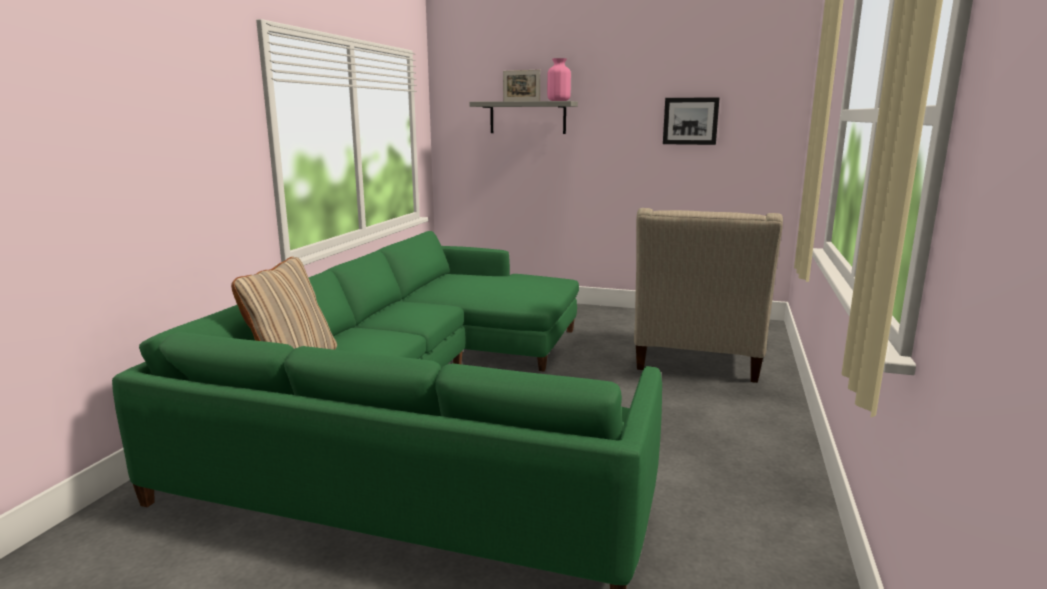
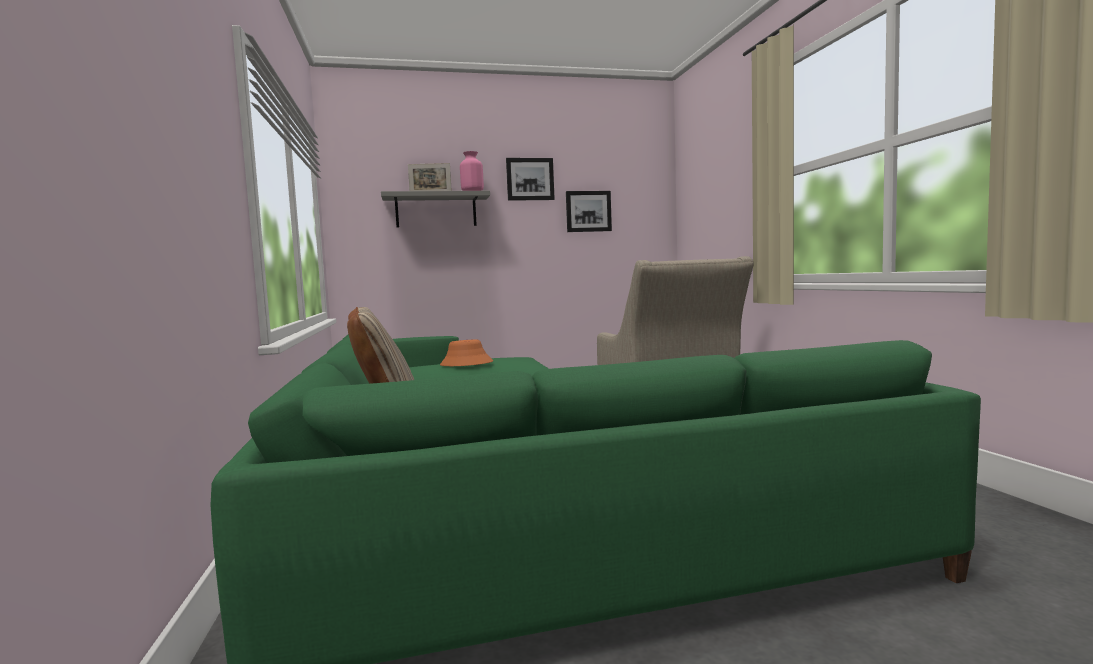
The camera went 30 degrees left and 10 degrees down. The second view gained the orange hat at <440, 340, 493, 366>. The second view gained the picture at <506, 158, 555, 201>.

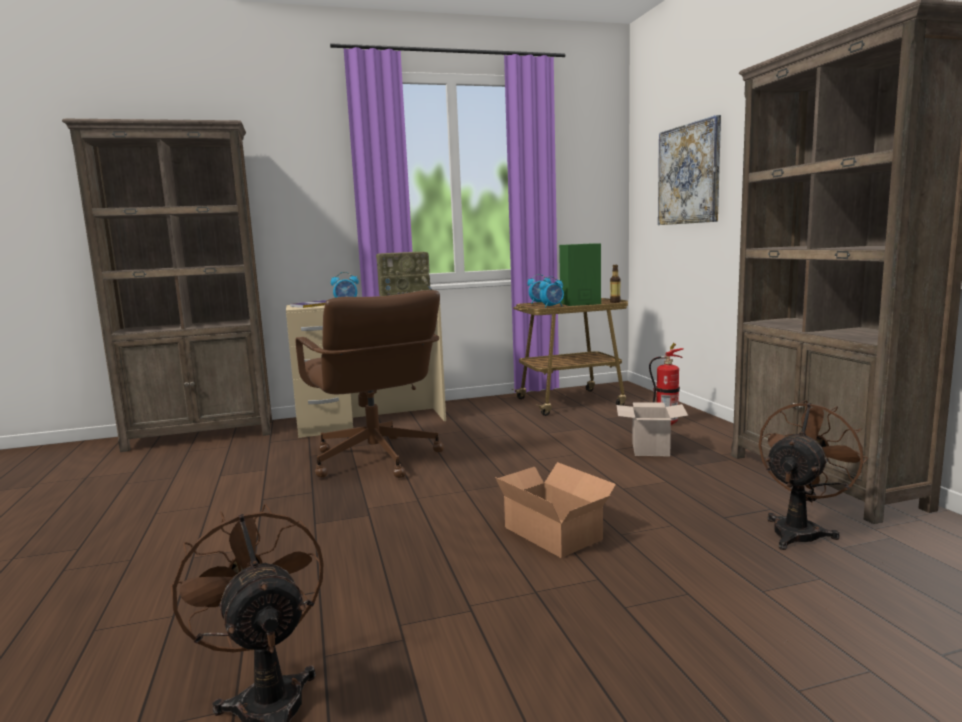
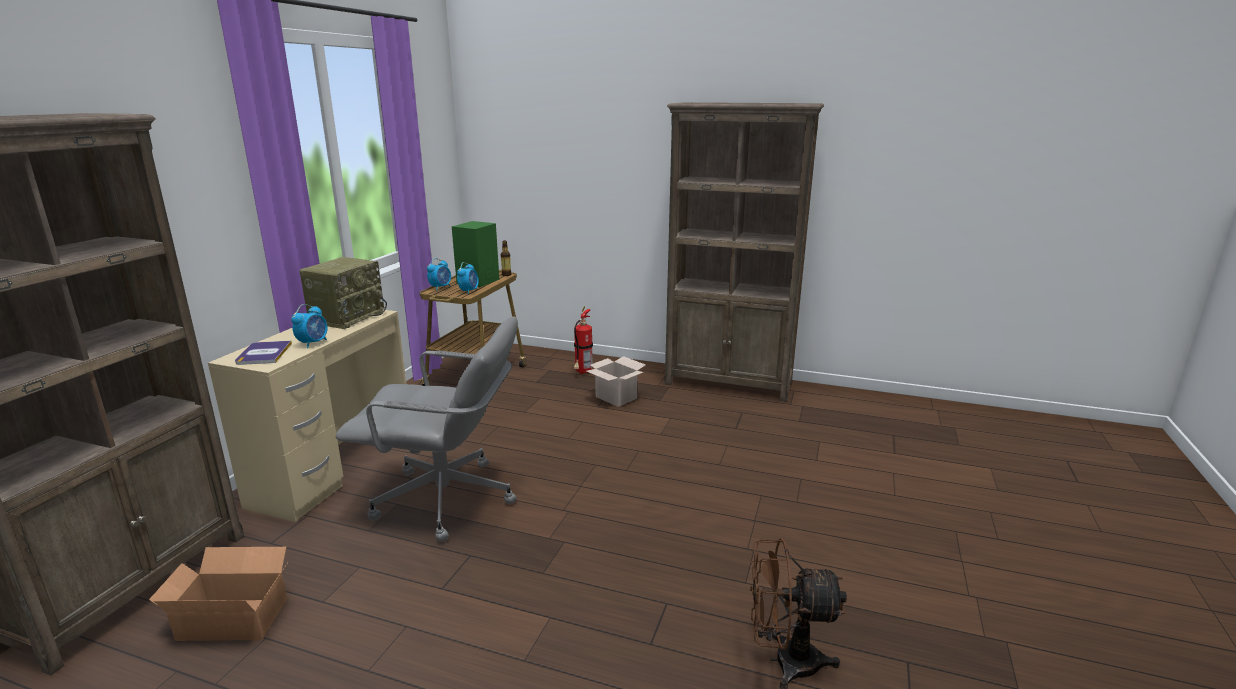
The camera went 55 degrees left and 10 degrees up. What was the brown office chair at <296, 290, 444, 478> turned into the grey office chair at <336, 317, 518, 541>. The cardboard box ended up elsewhere, having gone from <495, 462, 616, 558> to <149, 547, 289, 641>. The second view lost the picture at <658, 115, 721, 225>. The second view lost the brown fan at <759, 400, 869, 550>.

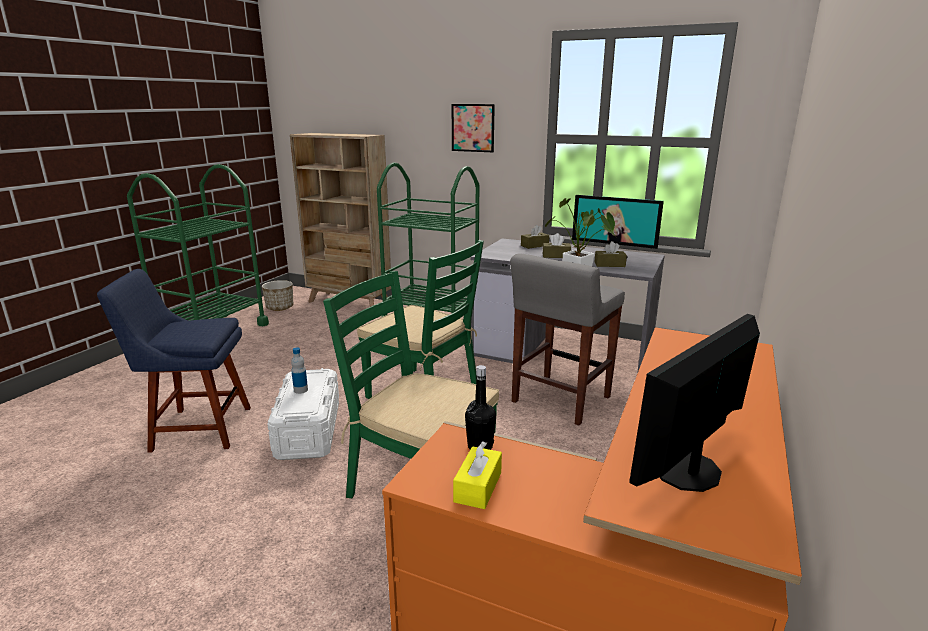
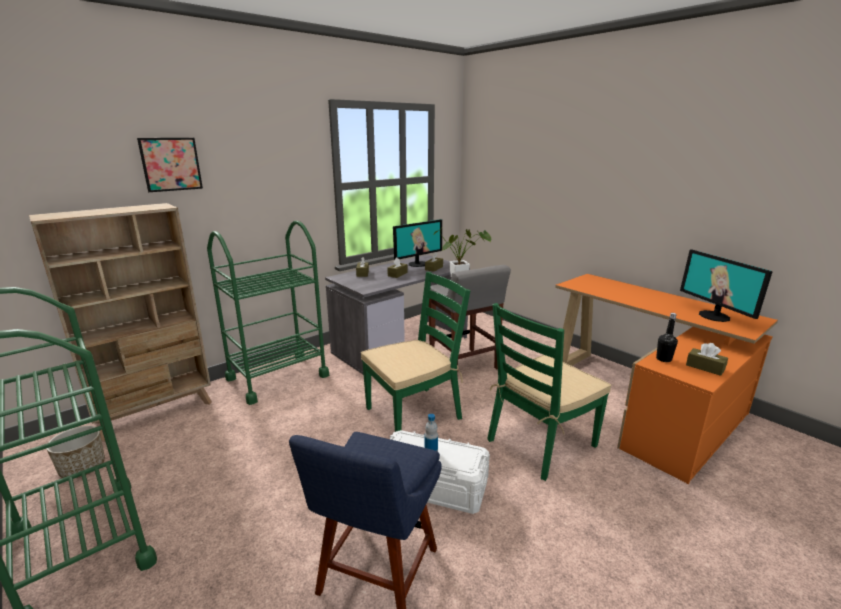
The camera went 65 degrees left and 0 degrees up. The picture ended up elsewhere, having gone from <452, 104, 495, 152> to <137, 138, 203, 192>. What was the yellow tissue box at <453, 441, 502, 509> turned into the brown tissue box at <686, 343, 728, 376>.

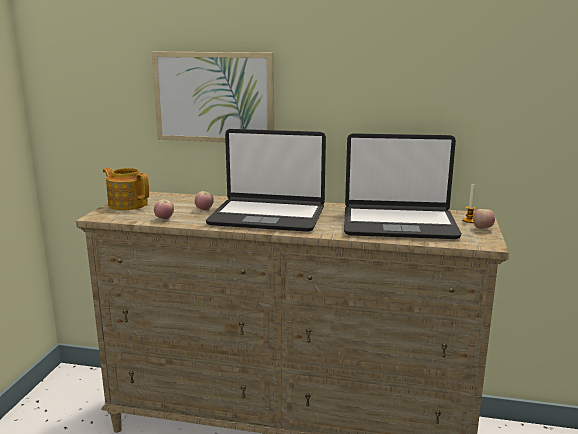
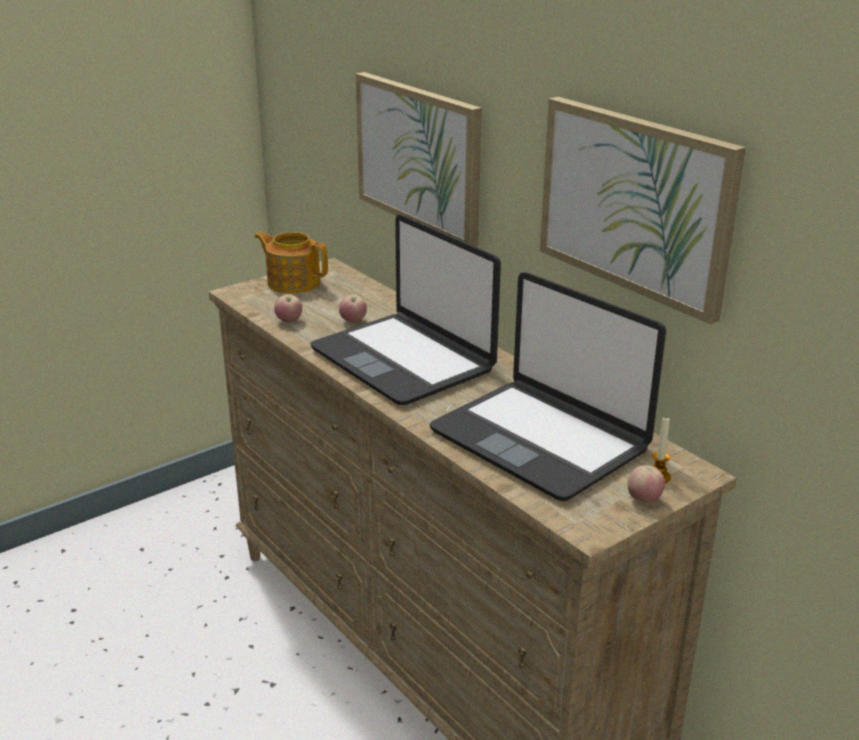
The camera went 40 degrees right and 10 degrees up. The teapot at <103, 168, 149, 210> ended up facing another way, 45 degrees counterclockwise from before. The second view gained the picture at <540, 97, 746, 324>.

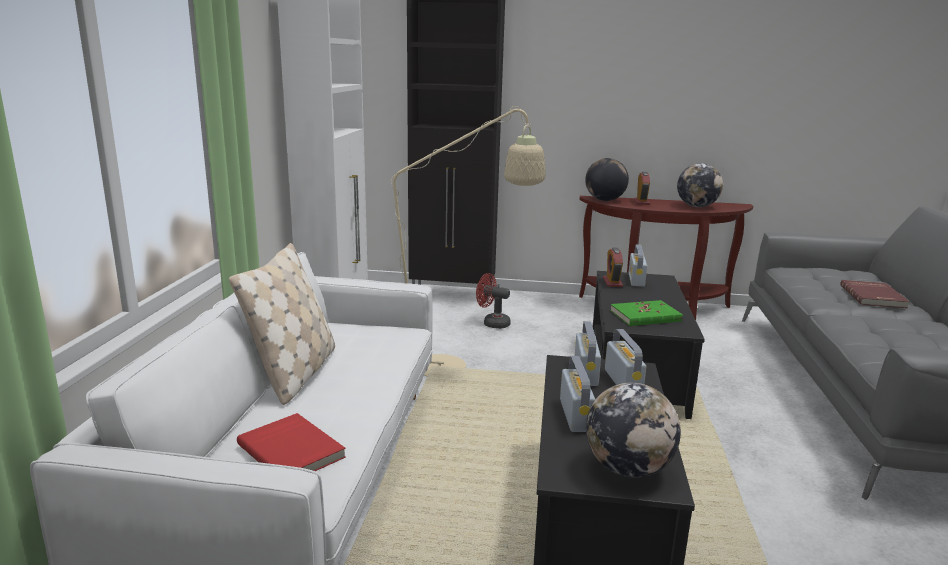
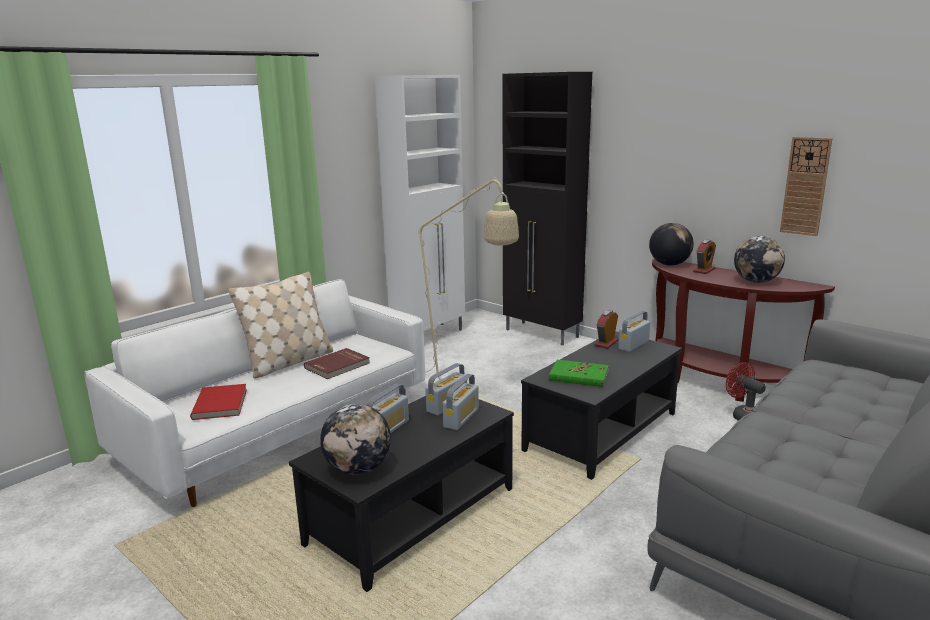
The camera went 35 degrees right and 0 degrees up. The red fan ended up elsewhere, having gone from <476, 273, 511, 329> to <726, 362, 766, 421>. The red book ended up elsewhere, having gone from <840, 280, 910, 308> to <304, 348, 370, 379>. The second view gained the wall clock at <780, 137, 832, 236>.

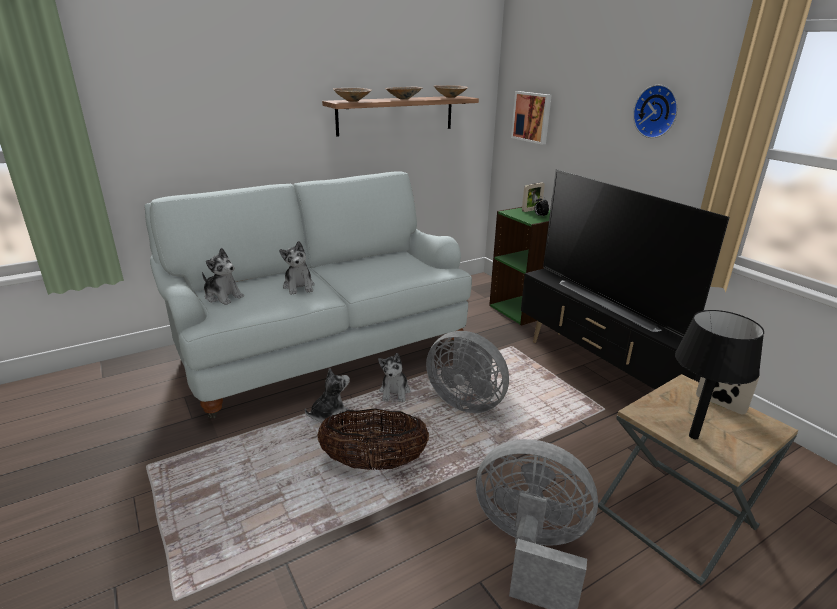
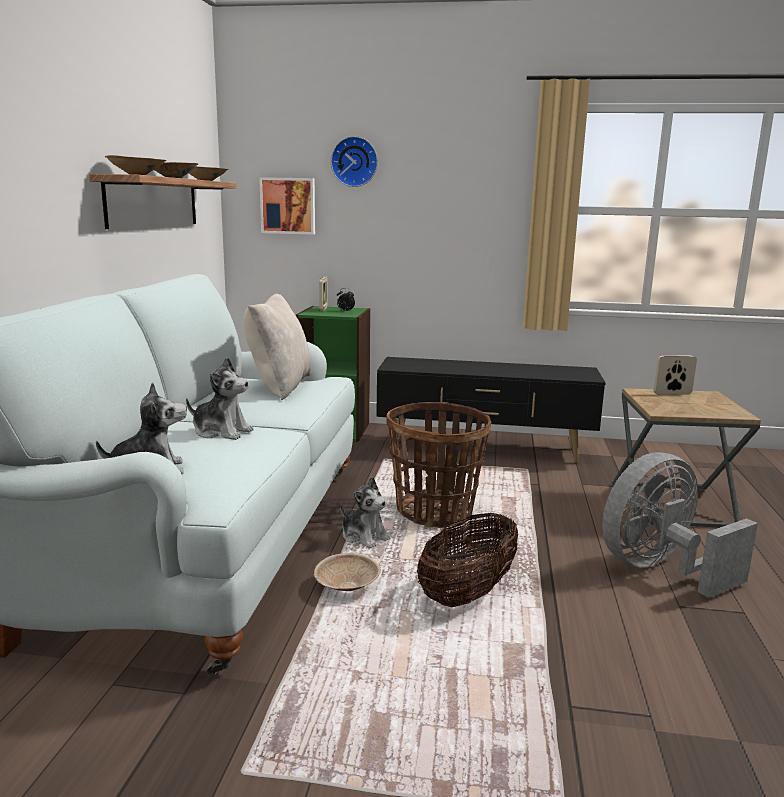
The camera went 50 degrees left and 10 degrees down. Where the plush toy stood at <305, 368, 350, 423>, the beige bowl came to stand at <314, 553, 381, 591>. Where the grey fan stood at <426, 331, 509, 413>, the basket came to stand at <386, 402, 492, 528>. The second view lost the television at <543, 169, 730, 337>. The wall clock ended up elsewhere, having gone from <633, 85, 678, 138> to <331, 136, 378, 187>. The second view lost the black table lamp at <675, 310, 764, 439>. The second view gained the beige pillow at <243, 294, 311, 400>.

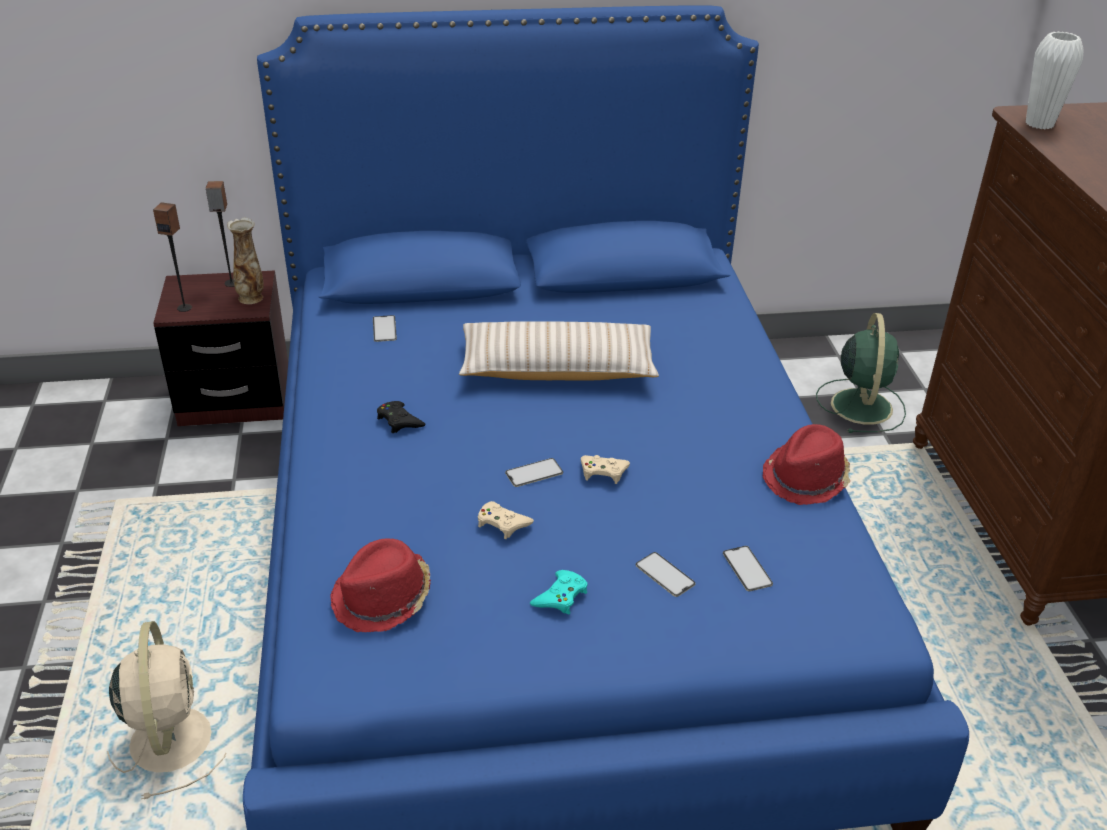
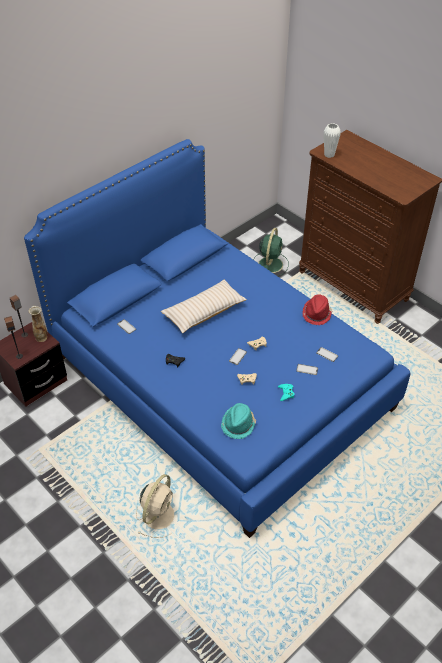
The camera went 35 degrees left and 10 degrees up. The beige fan at <107, 621, 226, 799> ended up facing another way, 75 degrees clockwise from before. What was the red hat at <330, 538, 431, 632> turned into the turquoise hat at <221, 403, 256, 439>. The green fan at <816, 313, 906, 433> ended up facing another way, 45 degrees clockwise from before.

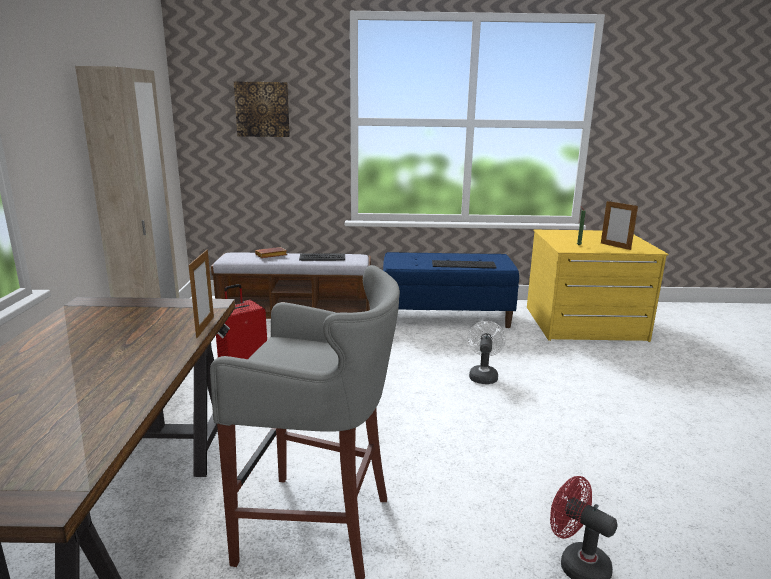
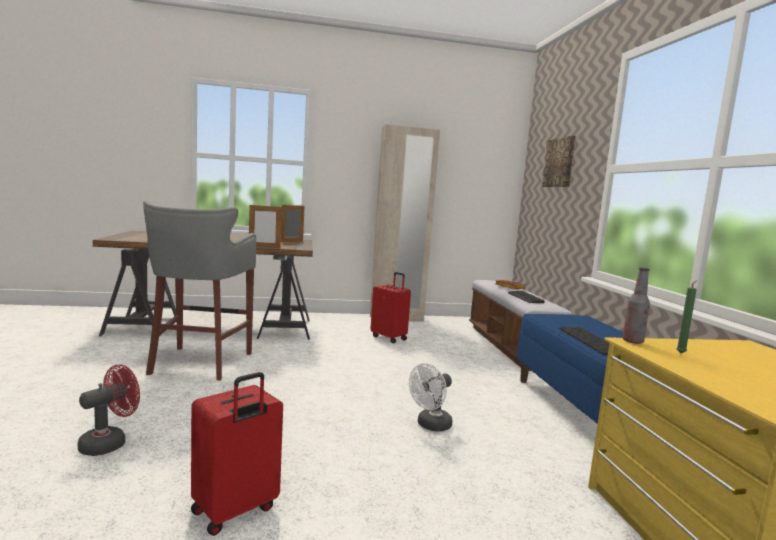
The camera went 80 degrees right and 10 degrees down. The white fan at <468, 321, 506, 384> ended up facing another way, 135 degrees clockwise from before. The picture frame ended up elsewhere, having gone from <601, 201, 638, 250> to <281, 204, 305, 242>. The second view gained the red suitcase at <191, 372, 283, 536>. The second view gained the bottle at <623, 267, 650, 344>.

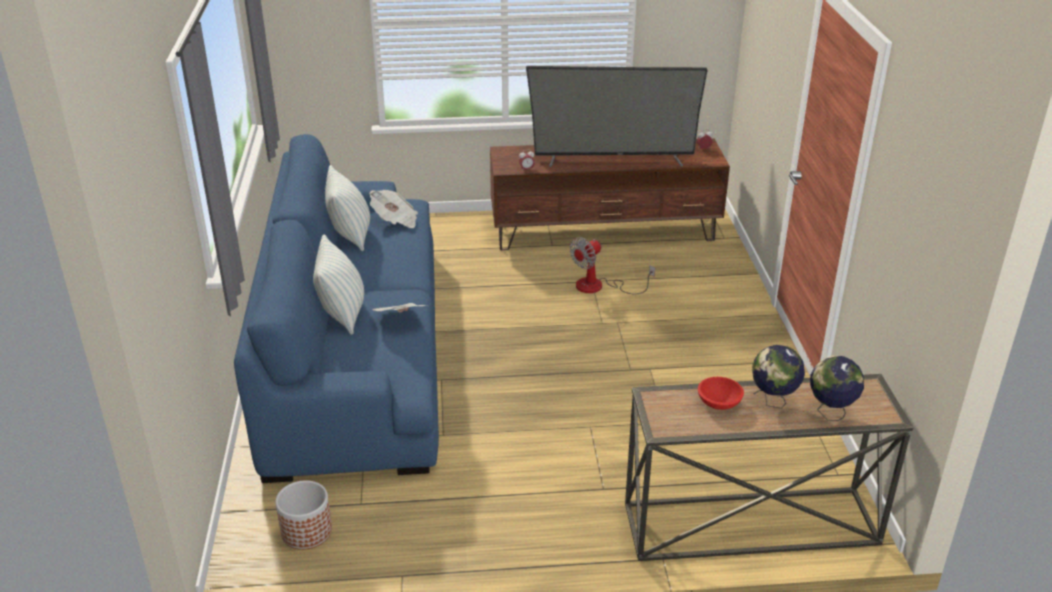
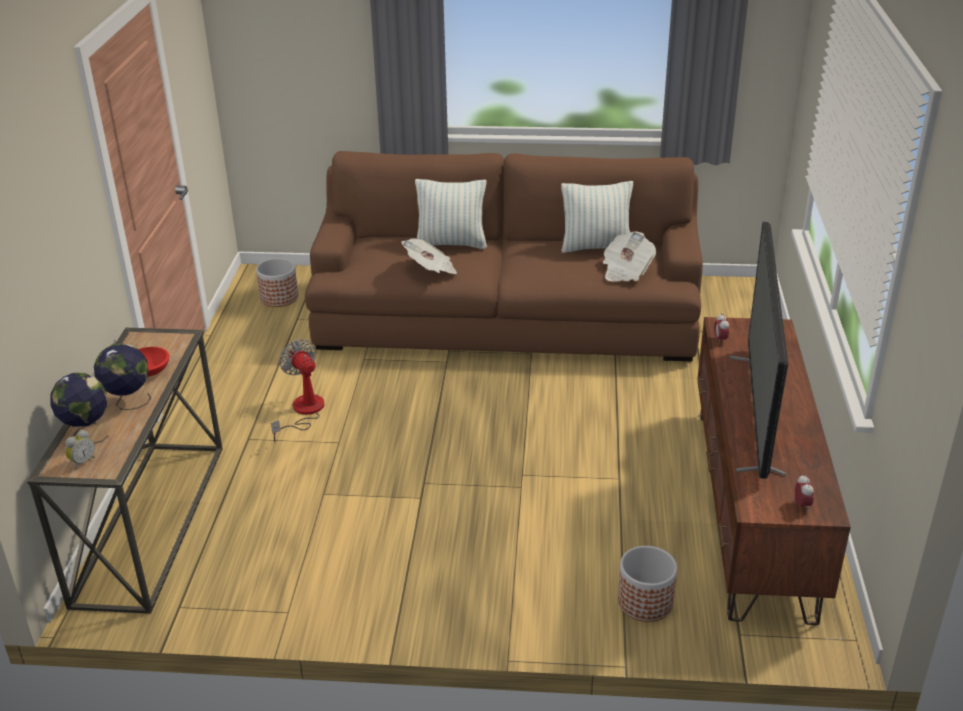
The camera went 100 degrees right and 0 degrees up. What was the blue sofa at <234, 134, 439, 483> turned into the brown sofa at <305, 151, 703, 362>. The fan ended up elsewhere, having gone from <570, 237, 655, 294> to <271, 339, 324, 442>. The second view gained the alarm clock at <65, 430, 95, 469>. The second view gained the planter at <618, 546, 677, 622>.

